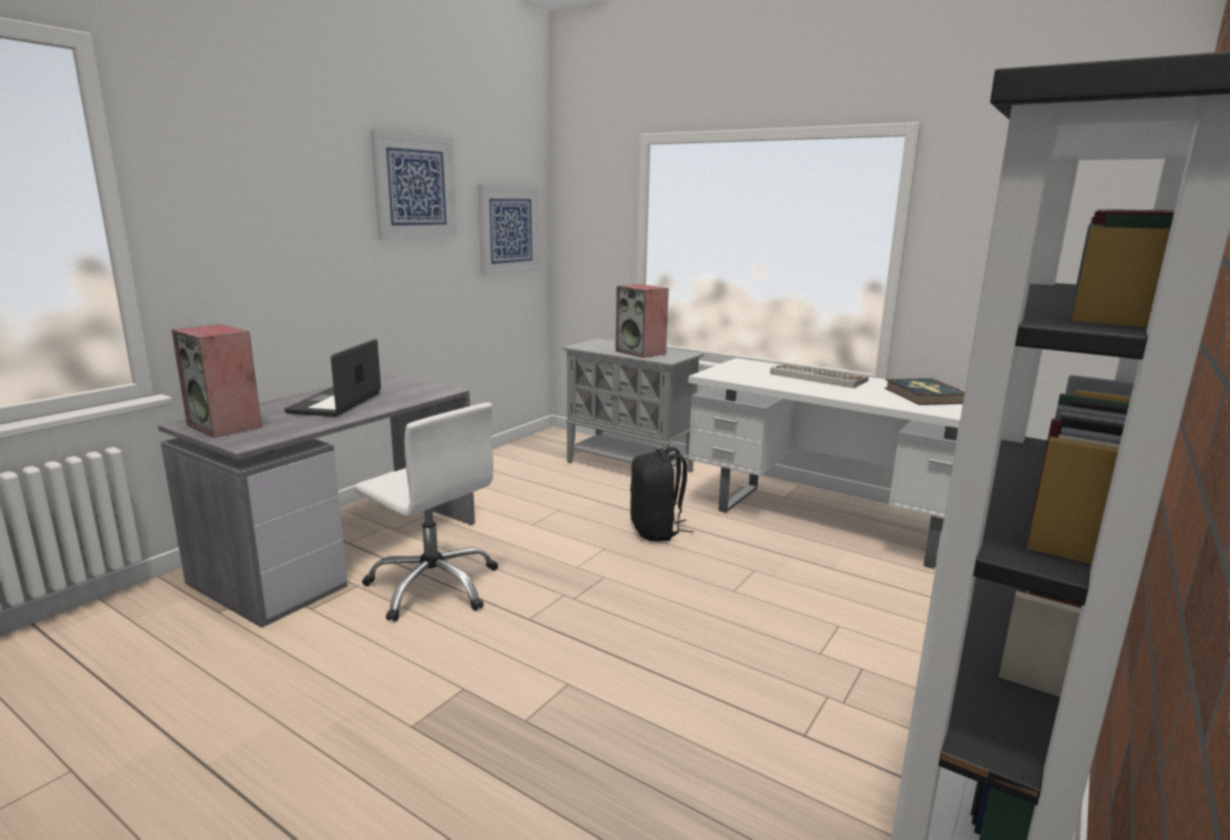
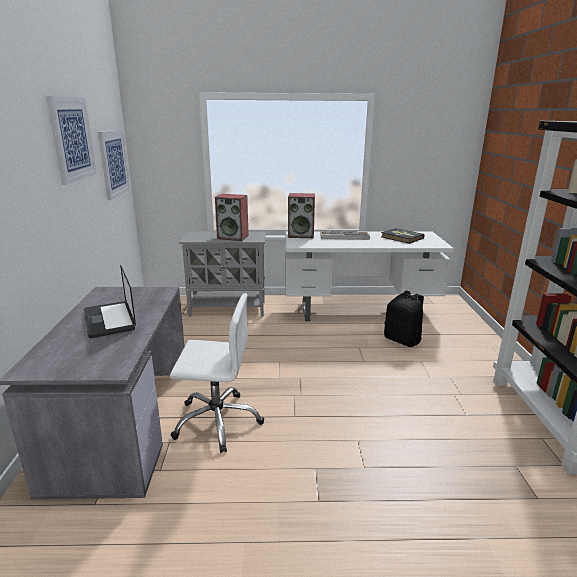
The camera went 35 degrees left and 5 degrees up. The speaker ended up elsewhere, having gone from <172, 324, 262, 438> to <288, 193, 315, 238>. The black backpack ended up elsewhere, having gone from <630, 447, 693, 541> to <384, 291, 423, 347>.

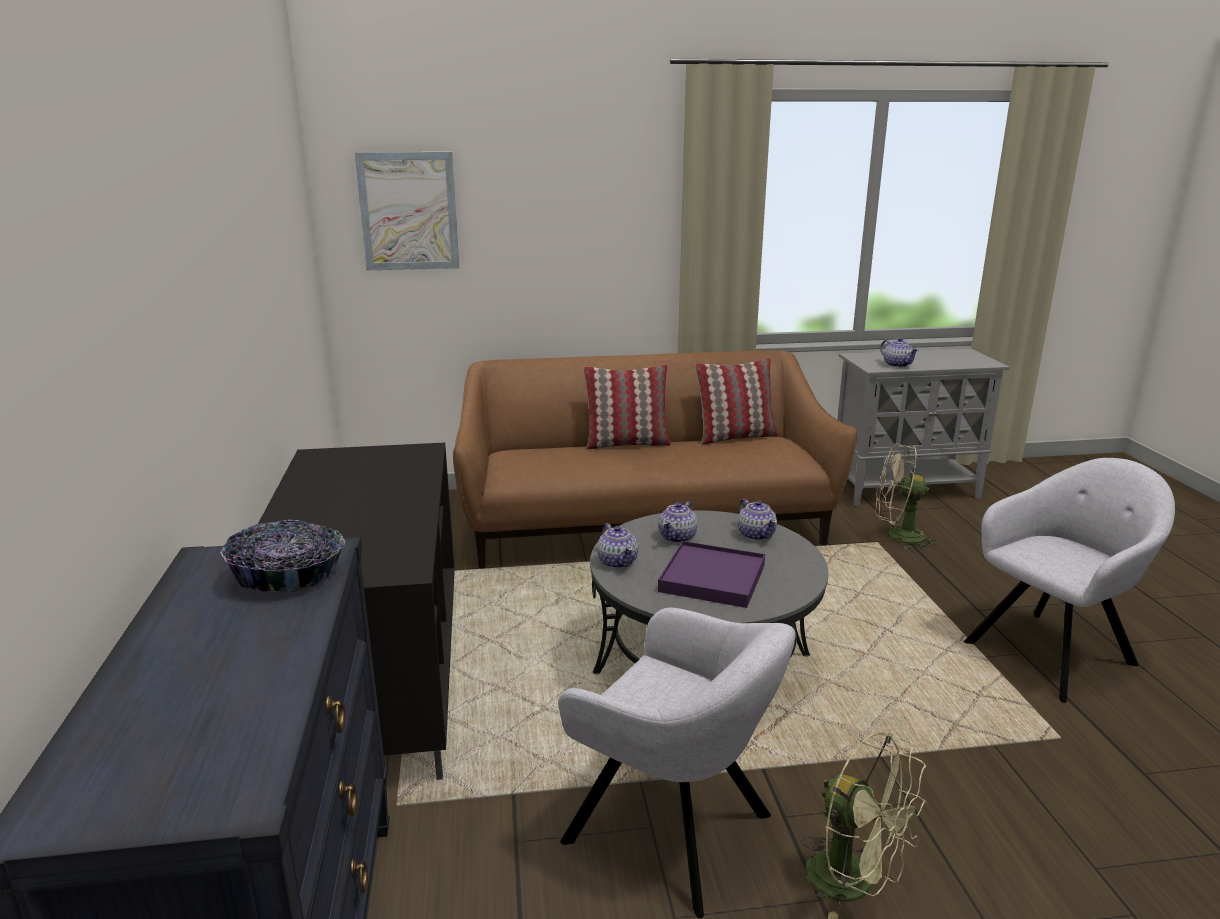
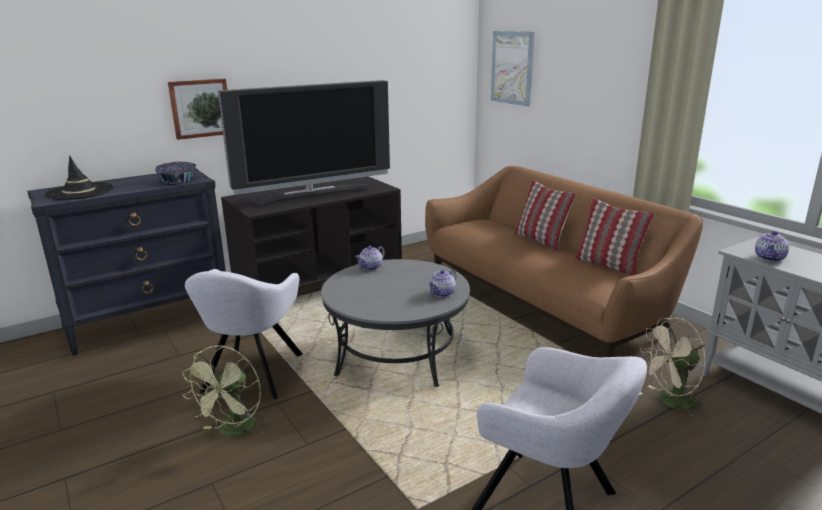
The camera went 65 degrees right and 0 degrees up. The second view lost the purple tray at <658, 541, 765, 608>. The second view lost the teapot at <659, 501, 697, 543>. The beige fan at <875, 444, 938, 550> ended up facing another way, 90 degrees counterclockwise from before. The second view gained the black hat at <45, 156, 113, 200>. The second view gained the picture at <168, 78, 227, 140>. The second view gained the television at <218, 80, 390, 206>.

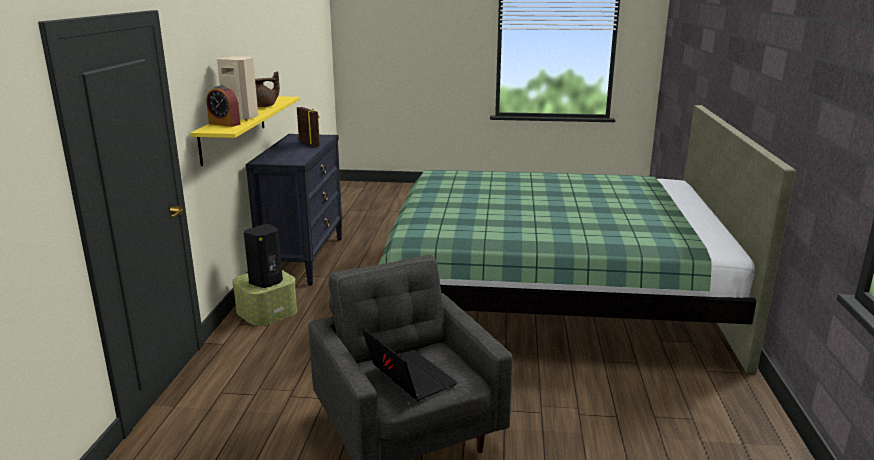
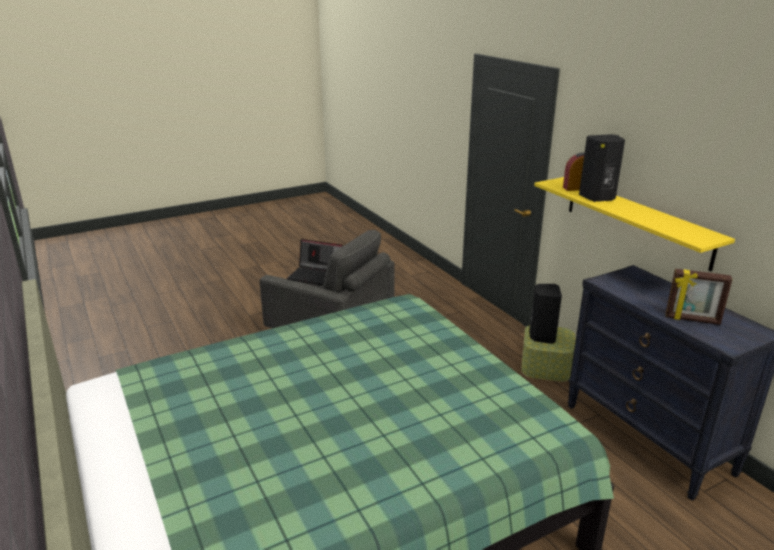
The camera went 145 degrees right and 5 degrees up. What was the beige speaker at <217, 56, 258, 120> turned into the black speaker at <579, 134, 625, 202>. The second view lost the brown teapot at <255, 71, 280, 107>.

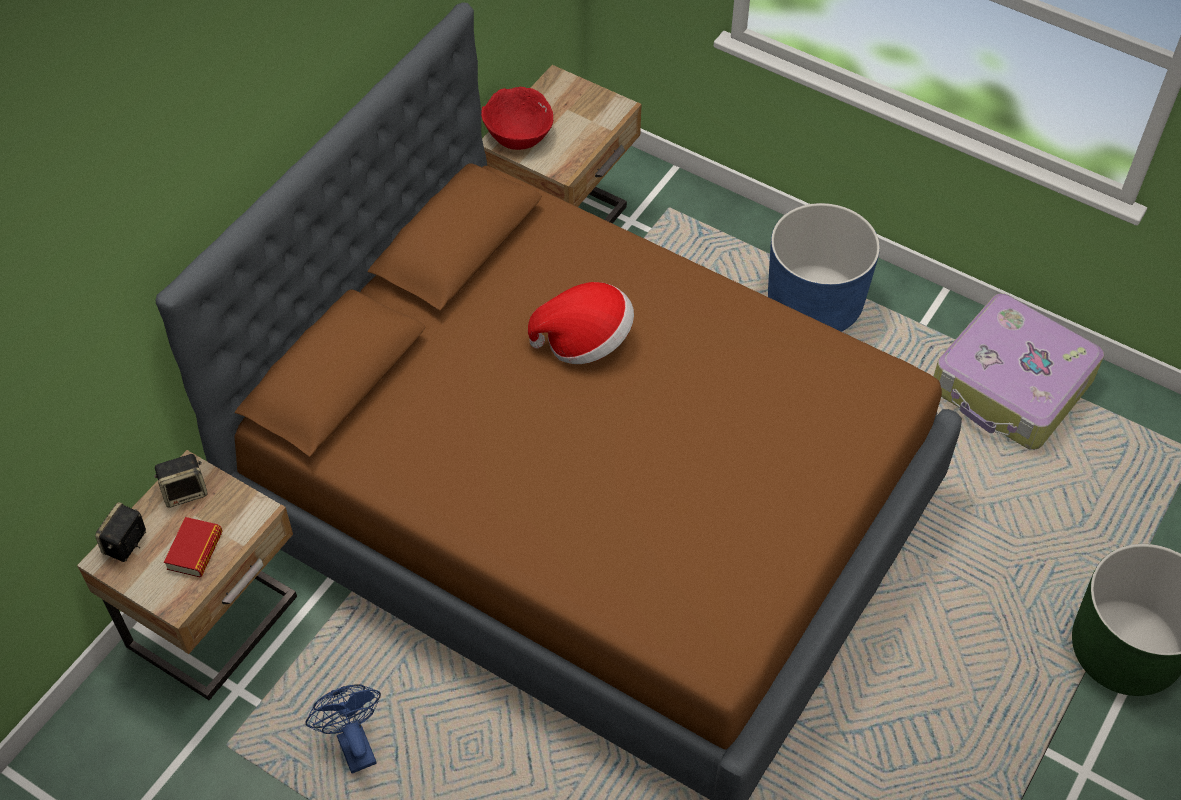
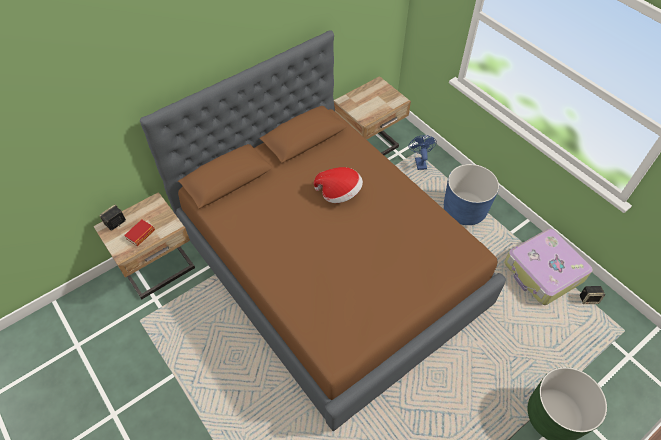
The camera went 20 degrees right and 0 degrees up. The speaker ended up elsewhere, having gone from <154, 454, 207, 508> to <580, 286, 605, 304>. The blue fan ended up elsewhere, having gone from <306, 684, 381, 774> to <408, 135, 437, 170>. The second view lost the red bowl at <481, 87, 553, 150>.

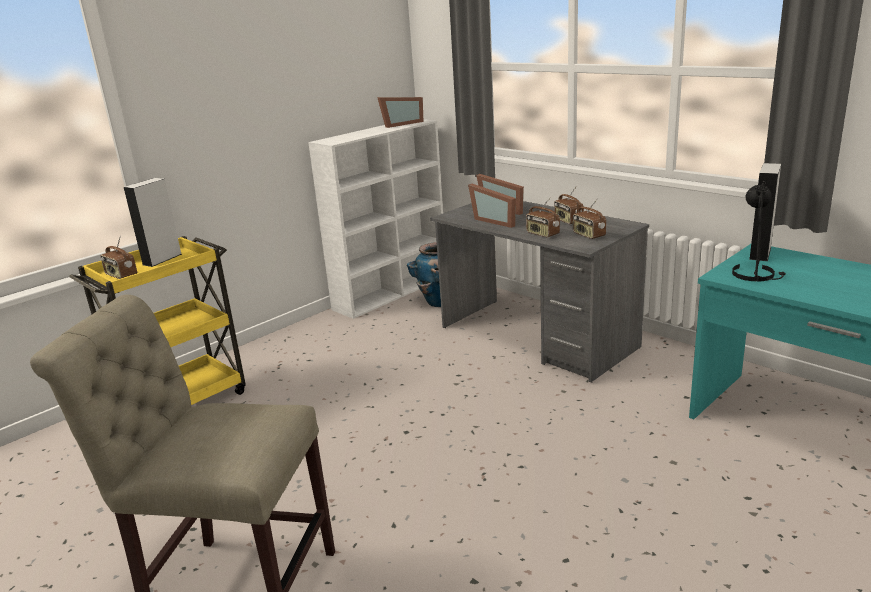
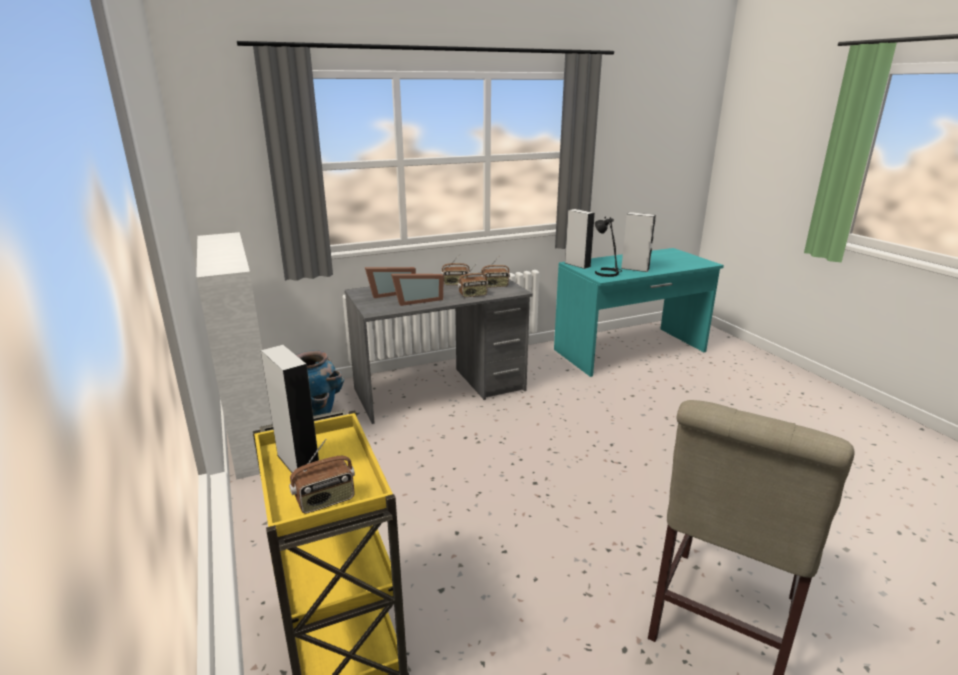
The camera went 70 degrees left and 0 degrees up. The second view lost the picture frame at <377, 97, 424, 128>. The second view gained the grey speaker at <621, 212, 656, 272>.

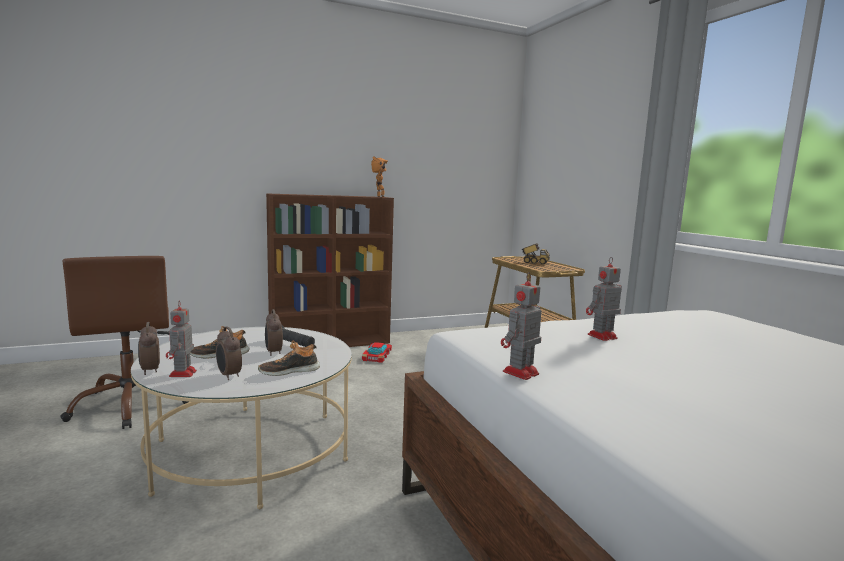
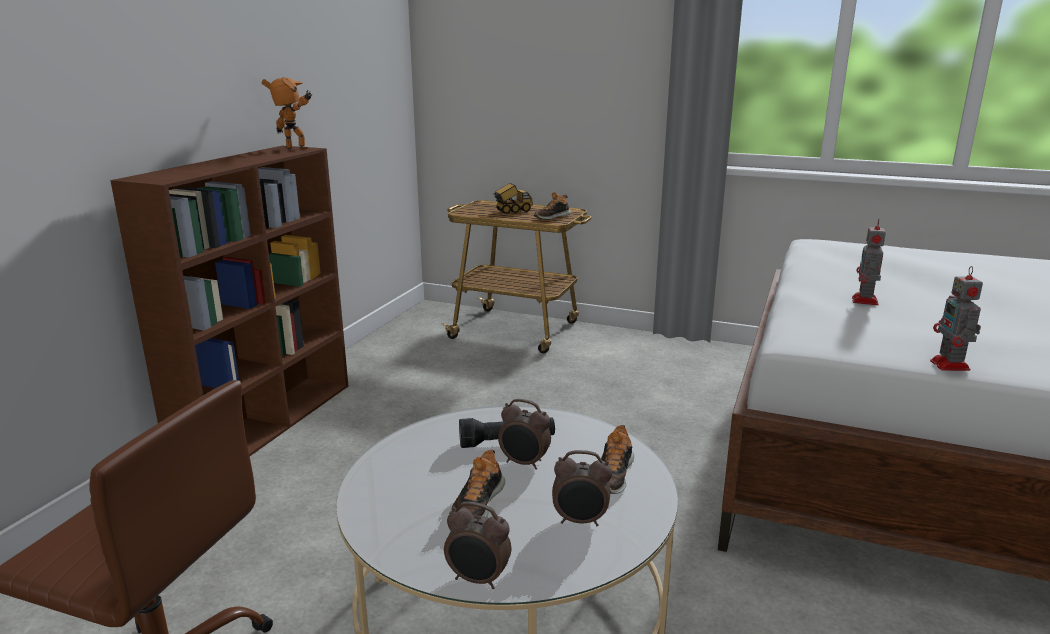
The camera went 45 degrees left and 10 degrees up. The second view lost the toy robot at <166, 301, 197, 377>. The second view lost the toy car at <362, 342, 392, 363>. The second view gained the shoe at <534, 192, 571, 220>.

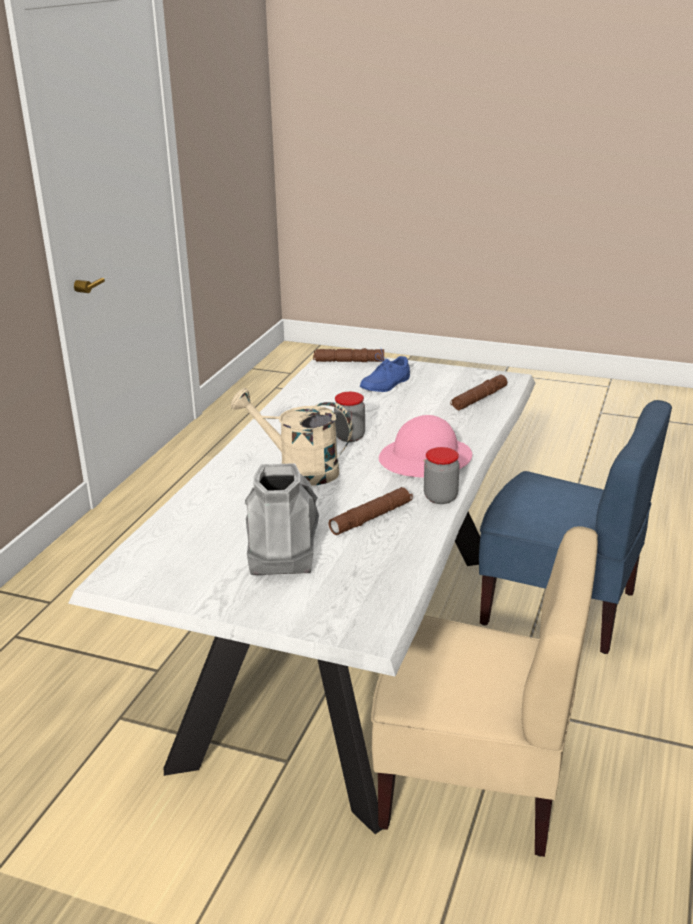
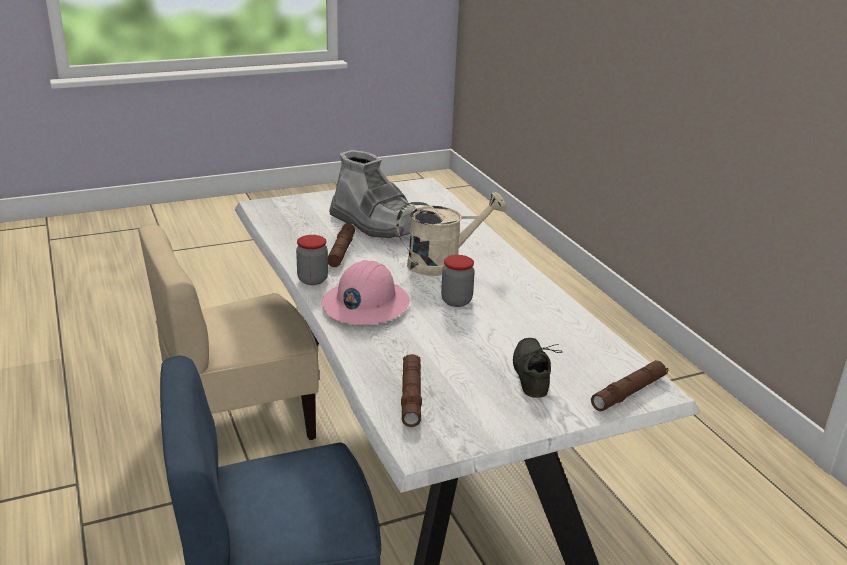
The camera went 135 degrees right and 0 degrees up. What was the blue shoe at <360, 349, 410, 392> turned into the grey shoe at <513, 338, 563, 398>.

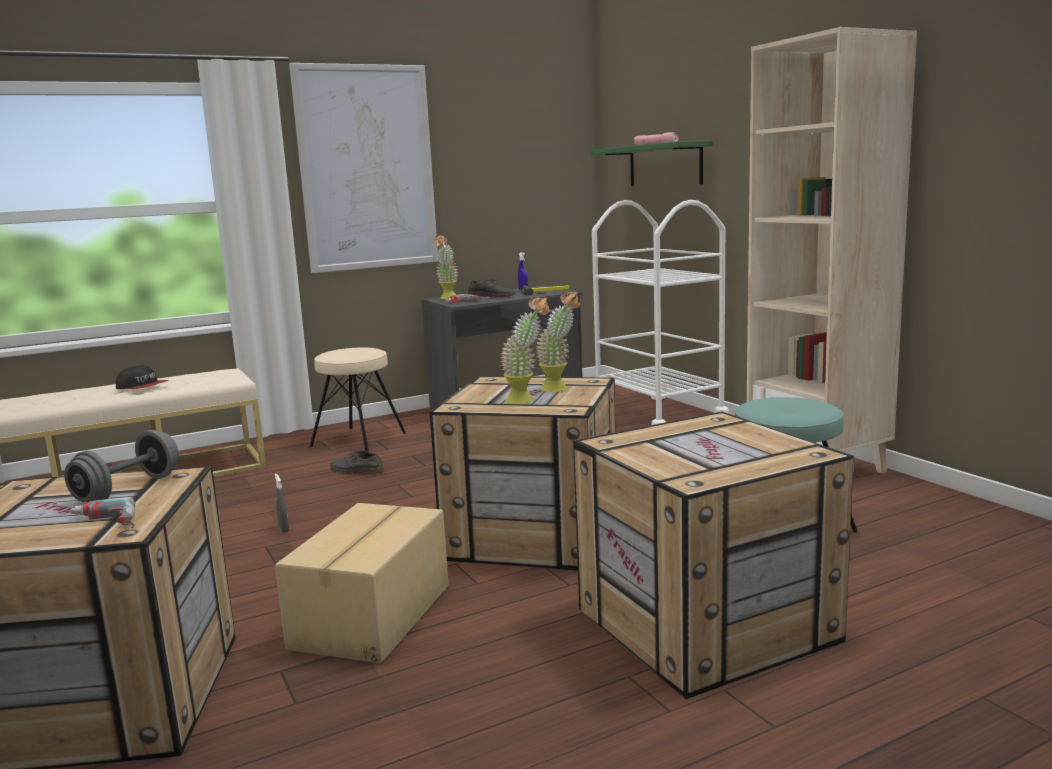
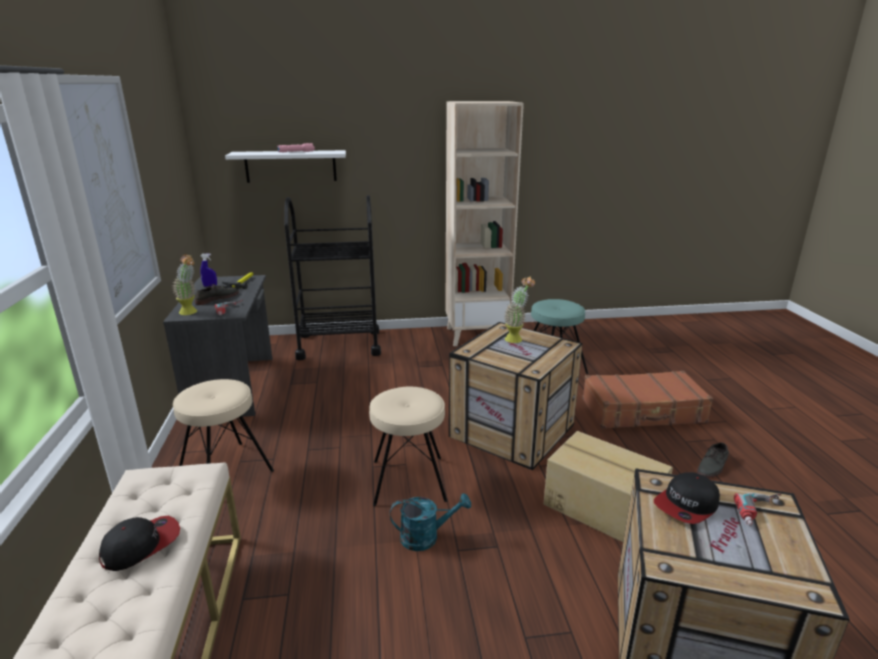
The camera went 70 degrees left and 10 degrees up. Where the grey dumbbell stood at <64, 430, 179, 502>, the cap came to stand at <654, 472, 720, 524>. Where the grey spray bottle stood at <275, 474, 289, 533>, the turquoise watering can came to stand at <390, 493, 471, 551>. The grey shoe ended up elsewhere, having gone from <330, 450, 384, 475> to <697, 442, 729, 478>. The second view lost the potted plant at <500, 297, 549, 404>. Where the crate stood at <573, 412, 854, 699>, the brown suitcase came to stand at <582, 371, 713, 429>. What was the green shelf at <591, 140, 713, 186> turned into the white shelf at <225, 150, 346, 183>. What was the white cart at <592, 200, 729, 425> turned into the black cart at <284, 195, 381, 360>. The second view gained the beige stool at <369, 387, 448, 506>.

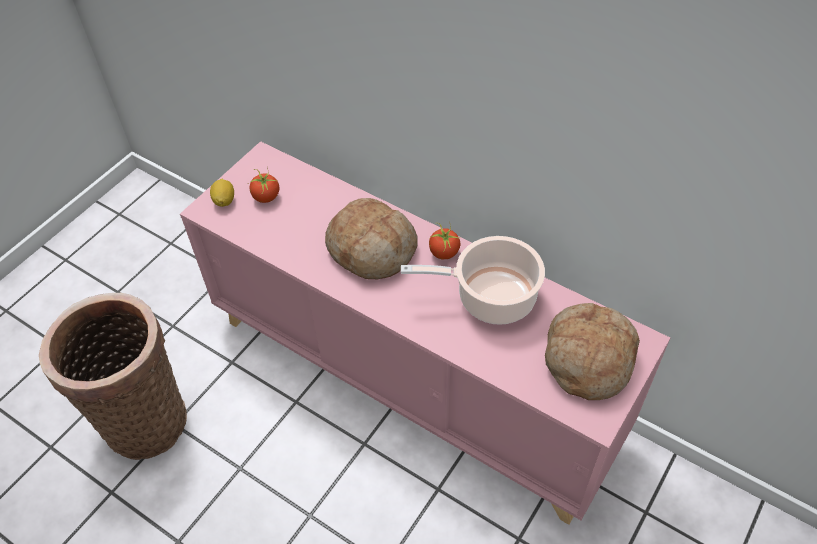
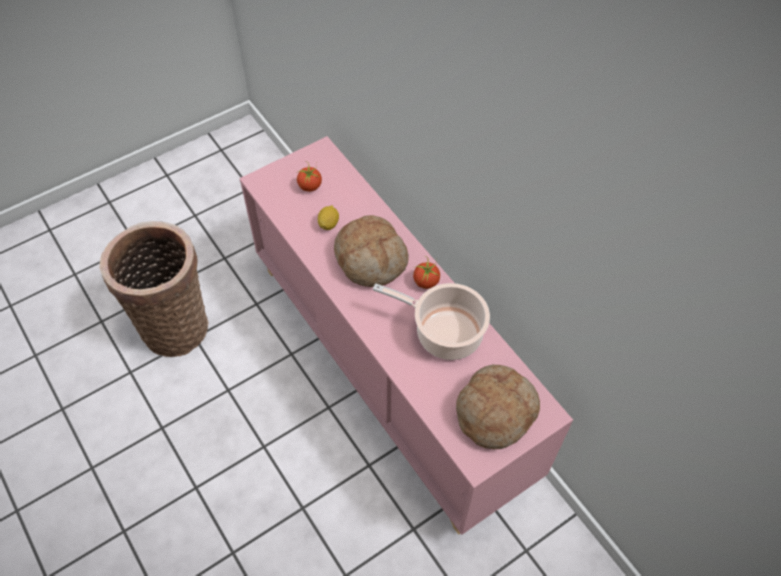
The camera went 20 degrees right and 5 degrees up. The lemon ended up elsewhere, having gone from <210, 179, 234, 207> to <318, 205, 339, 230>.

